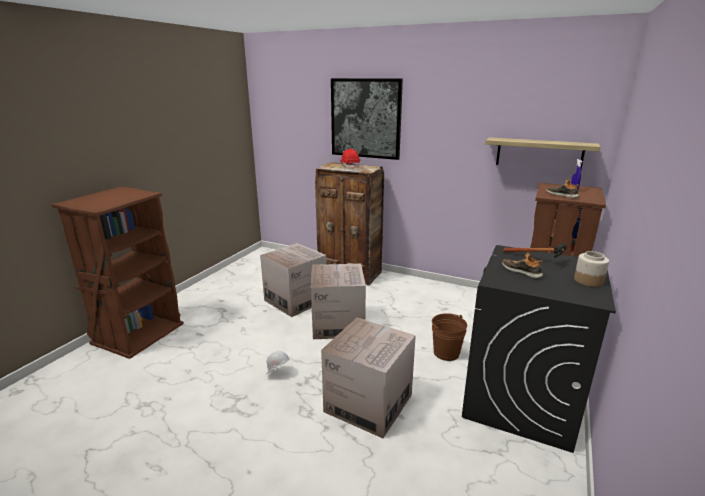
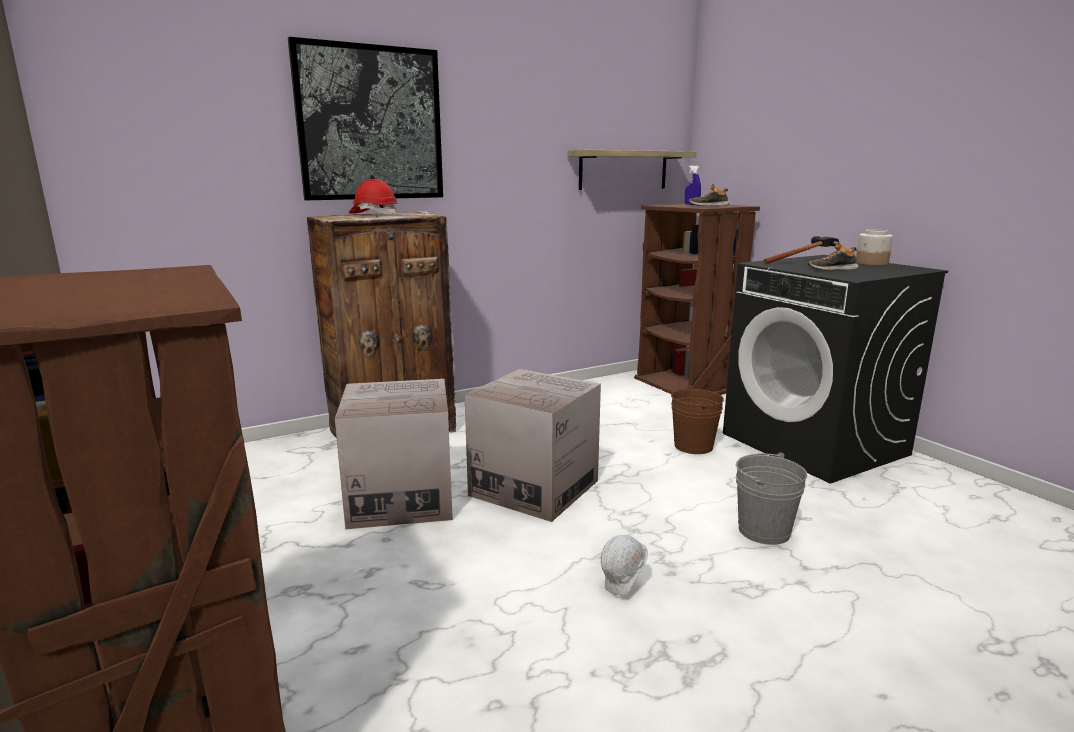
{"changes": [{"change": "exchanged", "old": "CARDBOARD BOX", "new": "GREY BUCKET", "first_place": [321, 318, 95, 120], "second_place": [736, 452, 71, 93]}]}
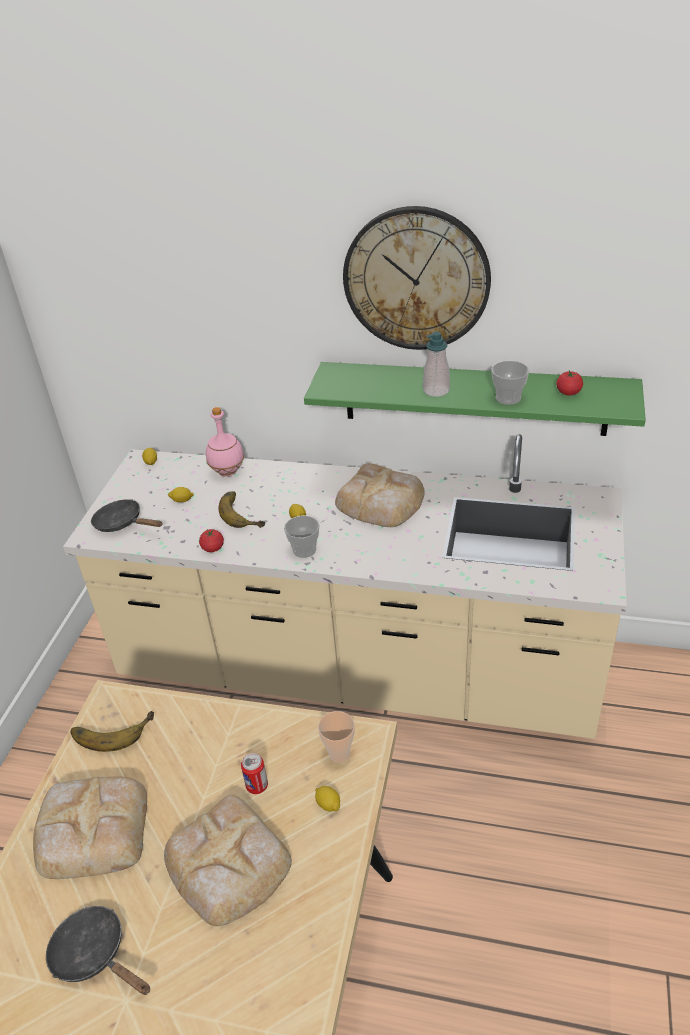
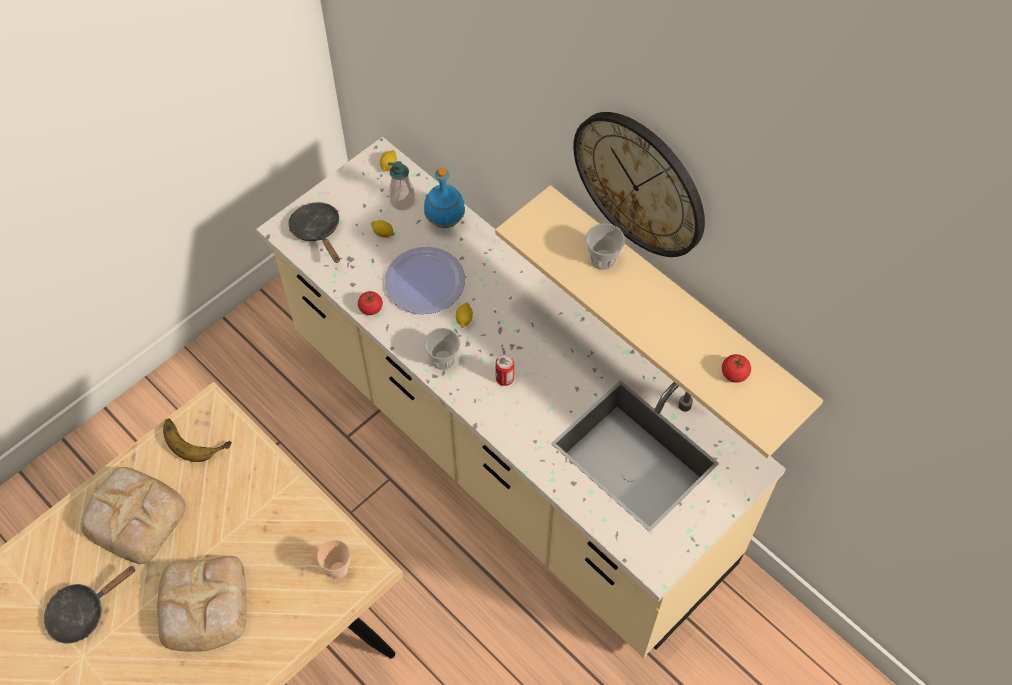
{"changes": [{"change": "relocated", "old": "SOAP DISPENSER", "first_place": [423, 331, 27, 66], "second_place": [388, 161, 27, 49]}, {"change": "relocated", "old": "CUP", "first_place": [491, 361, 38, 44], "second_place": [586, 223, 39, 47]}, {"change": "colour", "old": "GREEN SHELF", "new": "BEIGE SHELF", "first_place": [304, 362, 342, 74], "second_place": [495, 185, 328, 274]}, {"change": "colour", "old": "PINK BOTTLE", "new": "BLUE BOTTLE", "first_place": [206, 407, 38, 70], "second_place": [424, 167, 41, 61]}, {"change": "missing", "old": "BREAD", "first_place": [335, 463, 90, 64]}, {"change": "exchanged", "old": "BANANA", "new": "PLATE", "first_place": [219, 491, 46, 37], "second_place": [385, 247, 80, 67]}, {"change": "relocated", "old": "CAN", "first_place": [241, 753, 27, 41], "second_place": [495, 355, 19, 31]}, {"change": "missing", "old": "LEMON", "first_place": [315, 786, 25, 26]}, {"change": "spun", "old": "BLACK FRYING PAN", "first_place": [46, 906, 104, 89], "second_place": [44, 566, 92, 77], "degrees": -105}]}
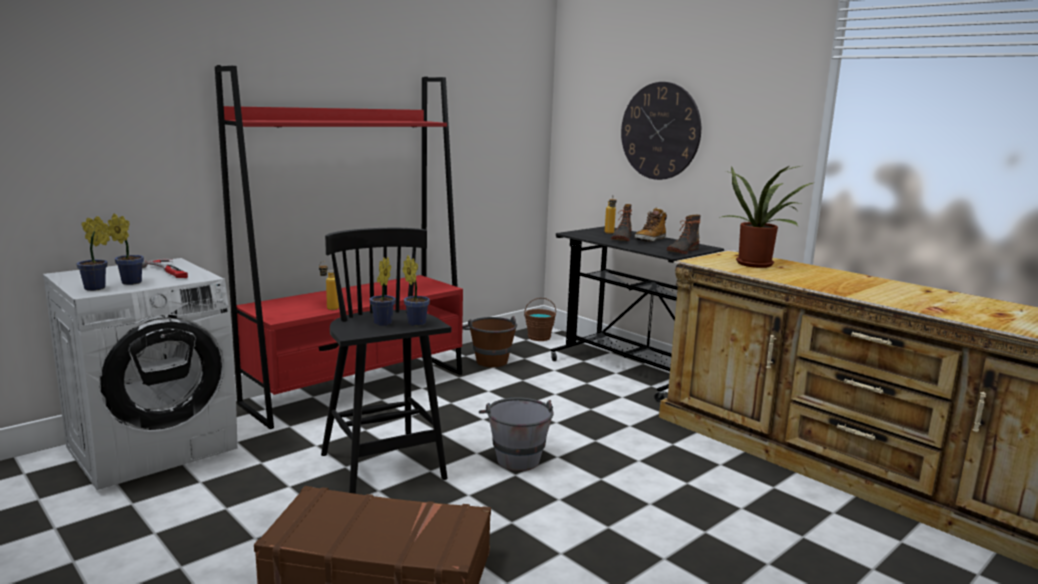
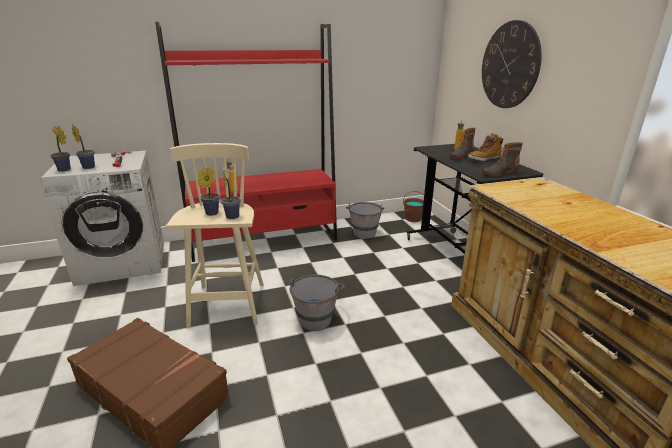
{"changes": [{"change": "missing", "old": "POTTED PLANT", "first_place": [719, 166, 94, 102]}, {"change": "colour", "old": "BLACK STOOL", "new": "BEIGE STOOL", "first_place": [321, 228, 130, 266], "second_place": [166, 143, 98, 185]}, {"change": "colour", "old": "BROWN BUCKET", "new": "GREY BUCKET", "first_place": [462, 316, 55, 51], "second_place": [346, 202, 38, 37]}]}
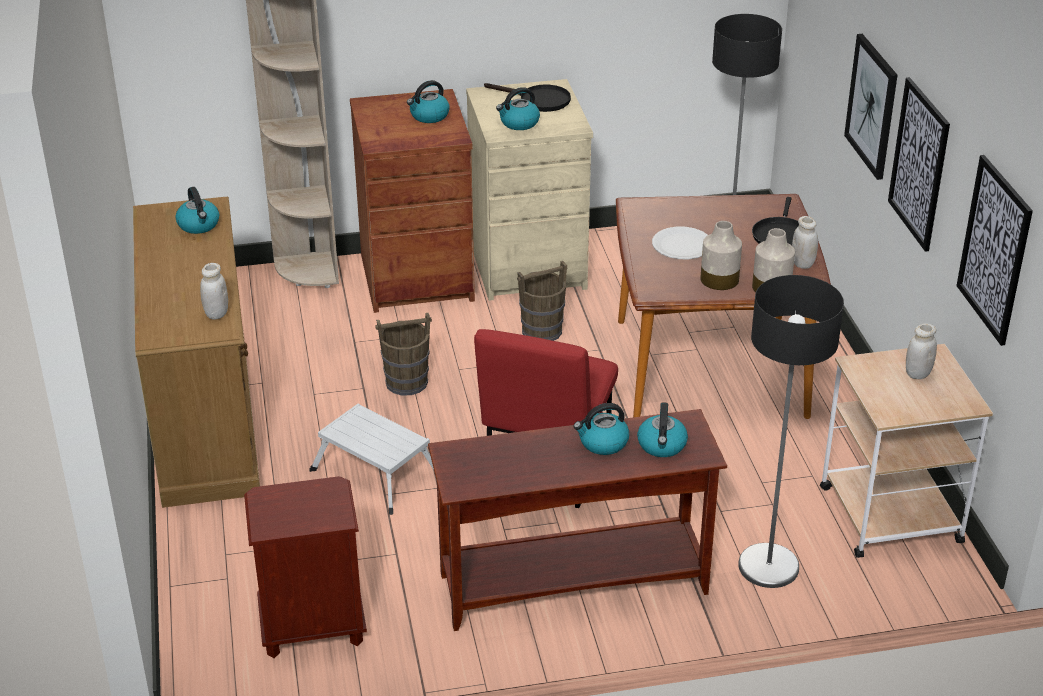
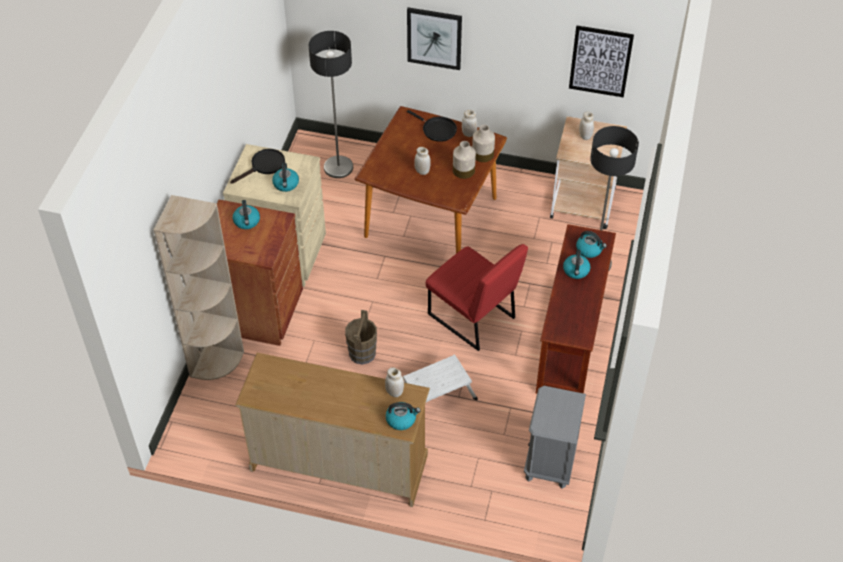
{"changes": [{"change": "missing", "old": "PICTURE", "first_place": [888, 77, 62, 175]}, {"change": "relocated", "old": "KETTLE", "first_place": [175, 187, 44, 47], "second_place": [386, 402, 35, 28]}, {"change": "exchanged", "old": "WHITE PLATE", "new": "WHITE JAR", "first_place": [652, 227, 56, 32], "second_place": [414, 147, 16, 28]}, {"change": "missing", "old": "BROWN BUCKET", "first_place": [517, 261, 50, 80]}, {"change": "colour", "old": "BROWN NIGHTSTAND", "new": "GREY NIGHTSTAND", "first_place": [244, 476, 123, 182], "second_place": [524, 386, 62, 103]}]}
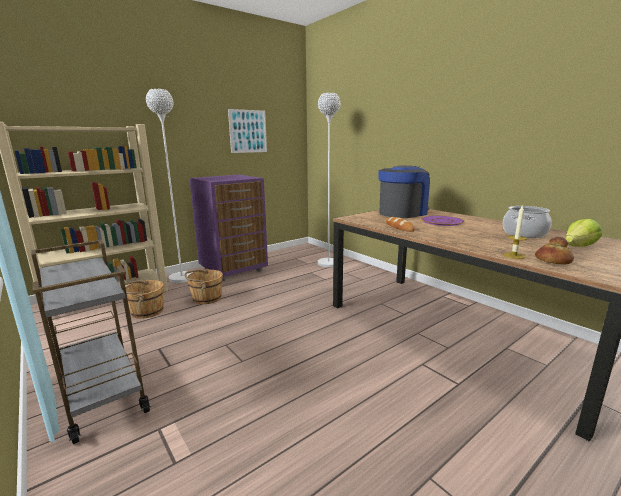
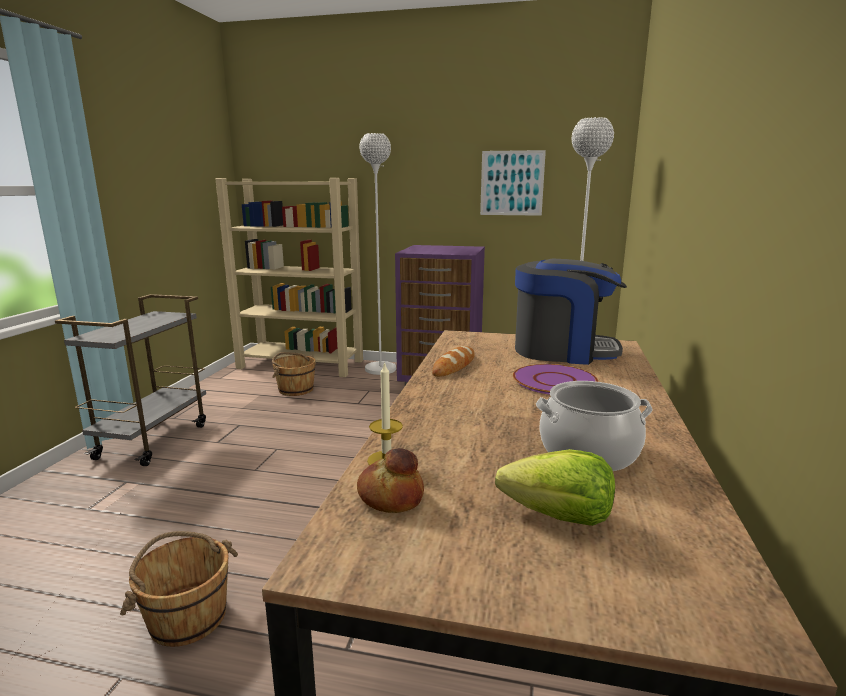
{"changes": [{"change": "relocated", "old": "BROWN BUCKET", "first_place": [185, 269, 38, 35], "second_place": [120, 531, 118, 116]}]}
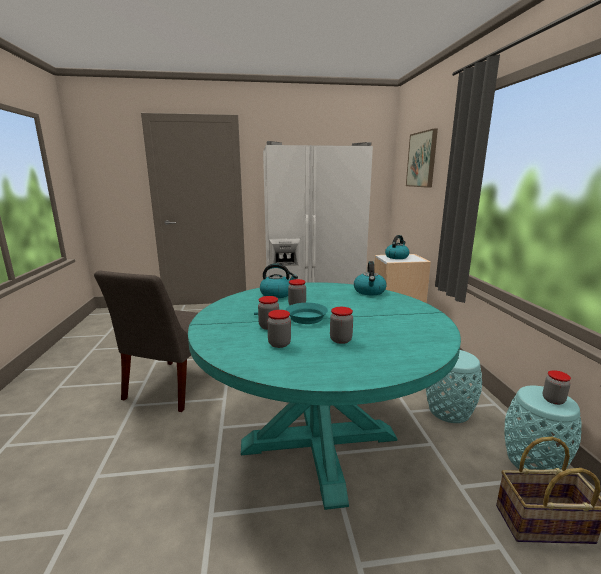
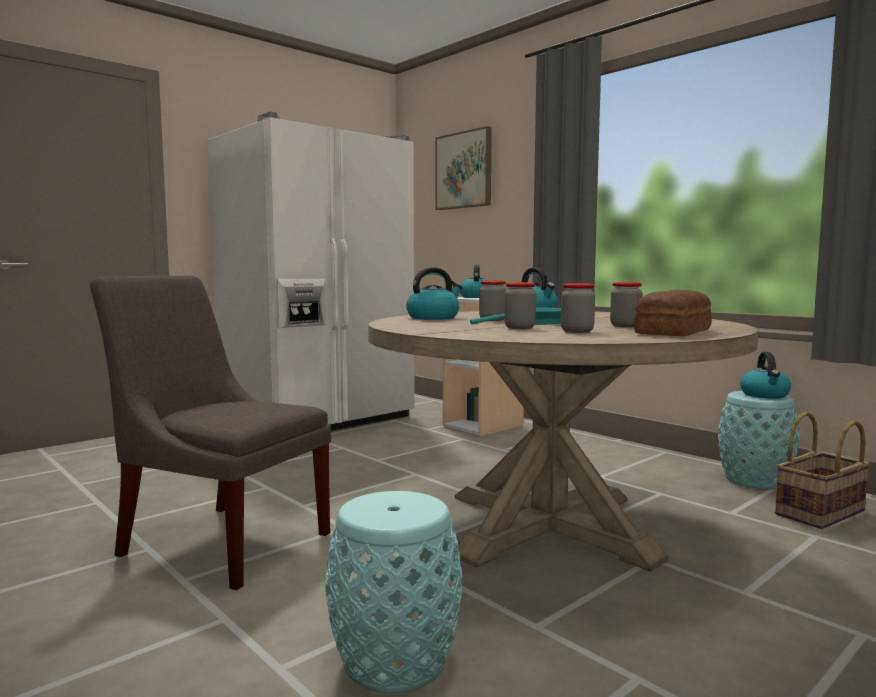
{"changes": [{"change": "spun", "old": "GREY CHAIR", "first_place": [94, 271, 104, 141], "second_place": [90, 275, 241, 315], "degrees": 135}, {"change": "colour", "old": "TURQUOISE DINING TABLE", "new": "BEIGE DINING TABLE", "first_place": [188, 282, 273, 228], "second_place": [368, 311, 390, 260]}, {"change": "relocated", "old": "TURQUOISE STOOL", "first_place": [426, 350, 56, 73], "second_place": [325, 491, 137, 202]}, {"change": "exchanged", "old": "JAR", "new": "KETTLE", "first_place": [543, 370, 28, 35], "second_place": [740, 352, 51, 47]}, {"change": "appeared", "new": "BREAD", "second_place": [634, 290, 77, 46]}]}
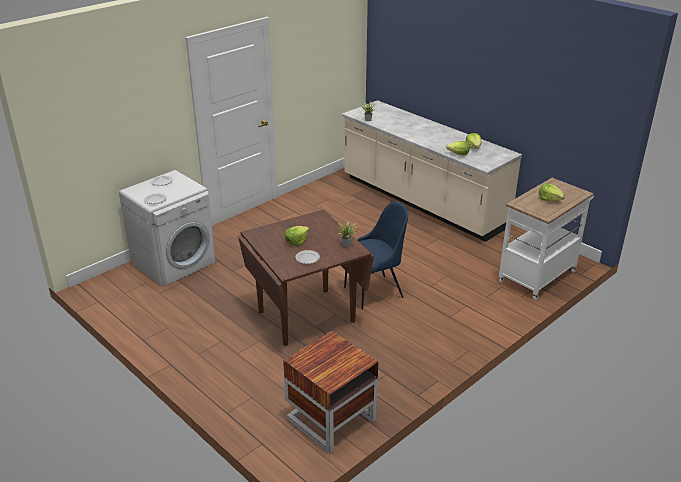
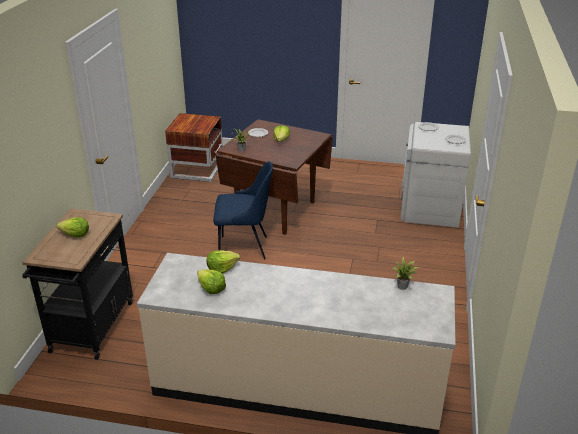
{"changes": [{"change": "colour", "old": "WHITE CART", "new": "BLACK CART", "first_place": [499, 178, 95, 122], "second_place": [22, 208, 111, 152]}, {"change": "spun", "old": "BLUE CHAIR", "first_place": [344, 201, 64, 109], "second_place": [213, 161, 60, 98], "degrees": -120}]}
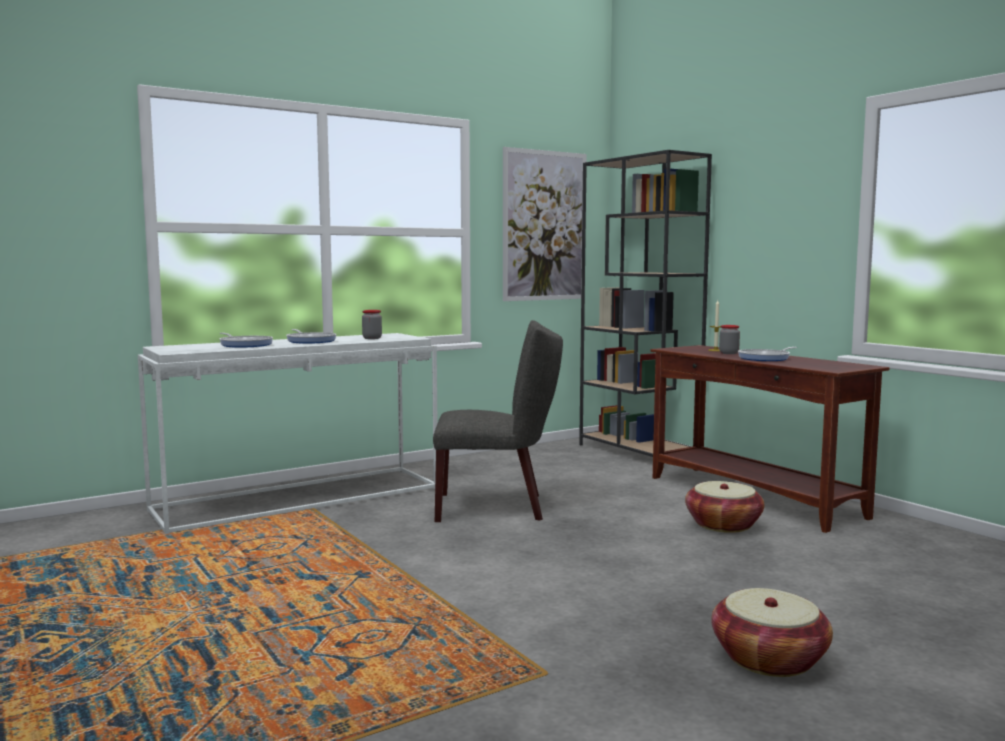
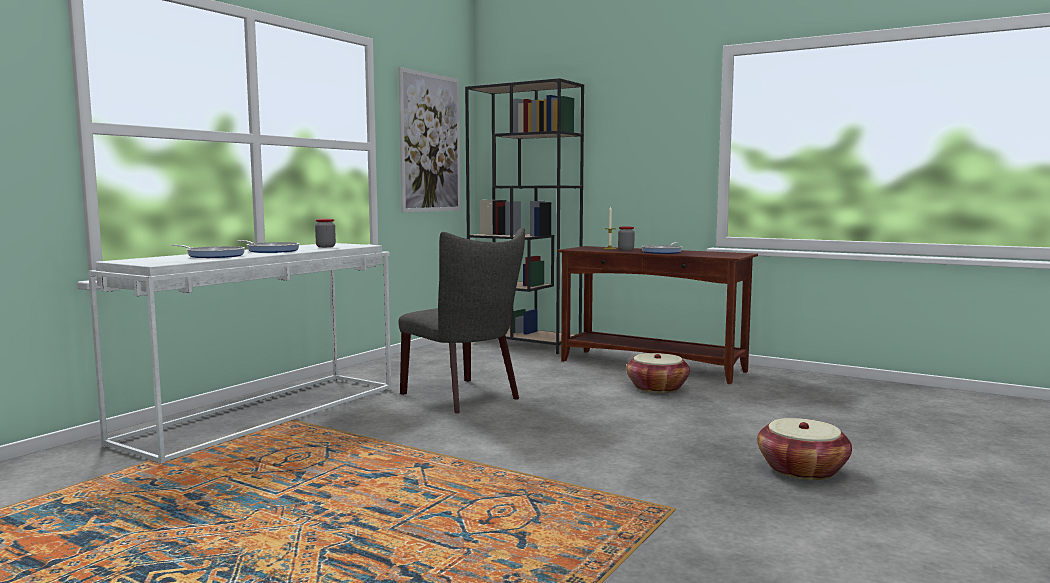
{"changes": [{"change": "spun", "old": "GREY CHAIR", "first_place": [433, 320, 130, 202], "second_place": [399, 228, 126, 185], "degrees": 75}]}
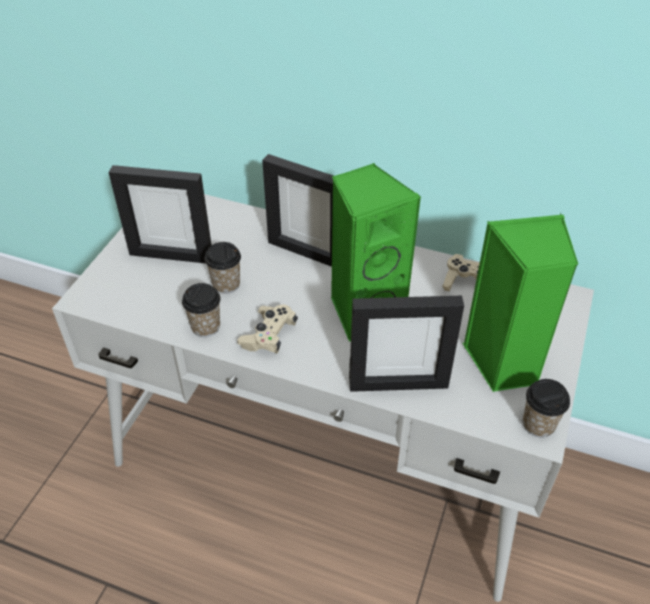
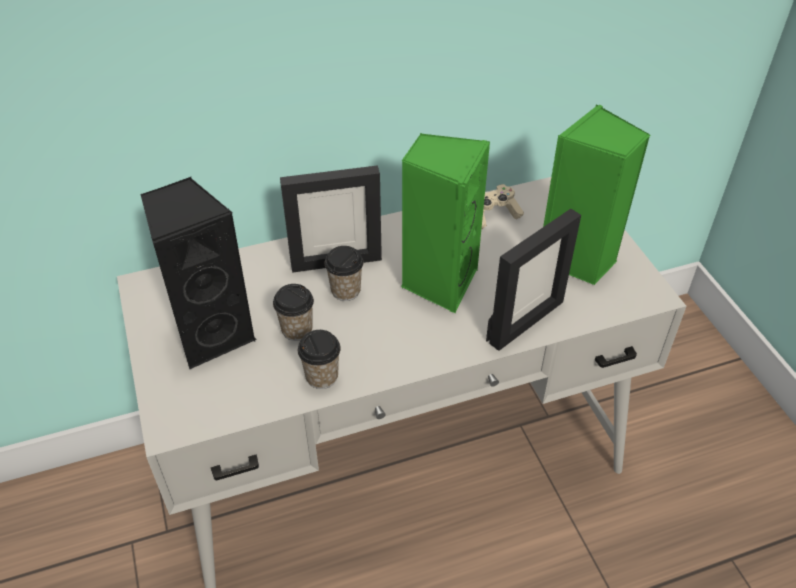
{"changes": [{"change": "exchanged", "old": "PICTURE FRAME", "new": "BLACK SPEAKER", "first_place": [109, 165, 103, 98], "second_place": [140, 177, 117, 193]}, {"change": "missing", "old": "BEIGE GAME CONTROLLER", "first_place": [237, 304, 61, 50]}, {"change": "relocated", "old": "CUP", "first_place": [523, 379, 47, 59], "second_place": [325, 246, 38, 55]}]}
